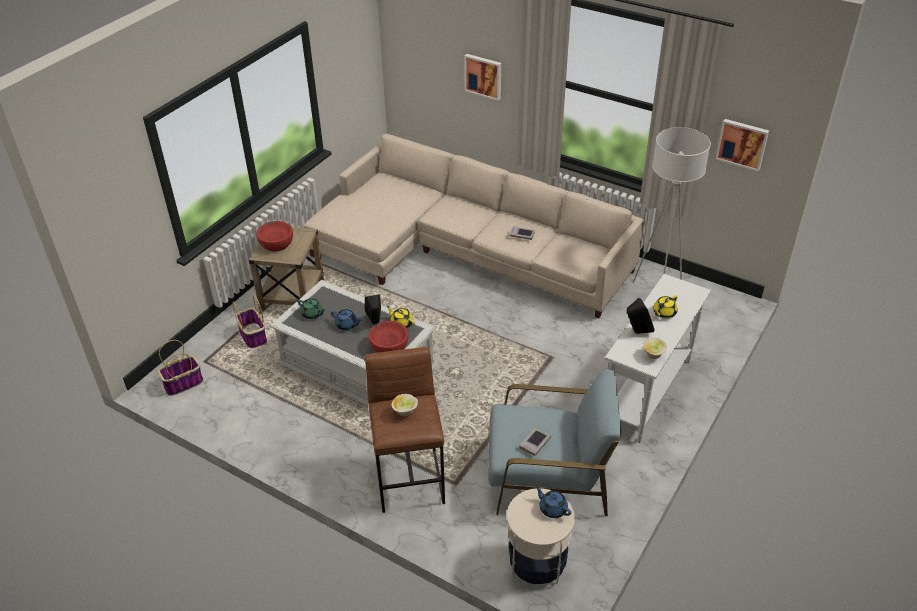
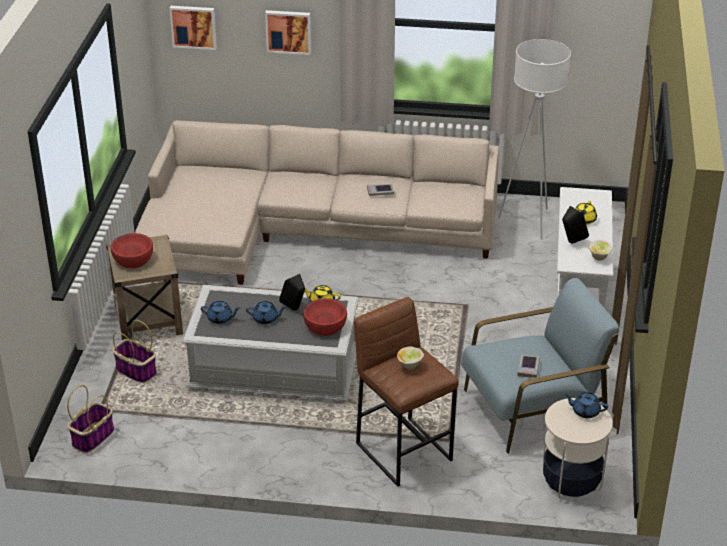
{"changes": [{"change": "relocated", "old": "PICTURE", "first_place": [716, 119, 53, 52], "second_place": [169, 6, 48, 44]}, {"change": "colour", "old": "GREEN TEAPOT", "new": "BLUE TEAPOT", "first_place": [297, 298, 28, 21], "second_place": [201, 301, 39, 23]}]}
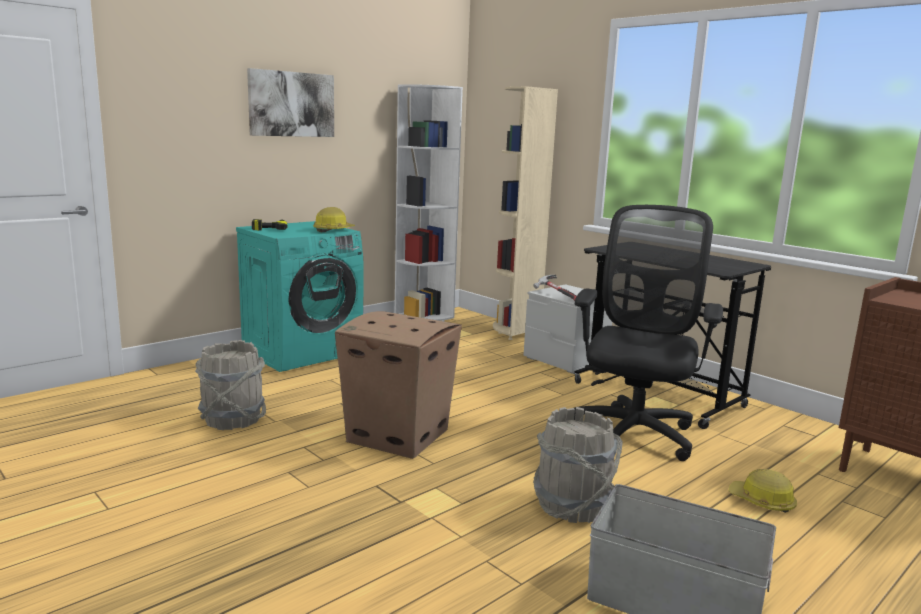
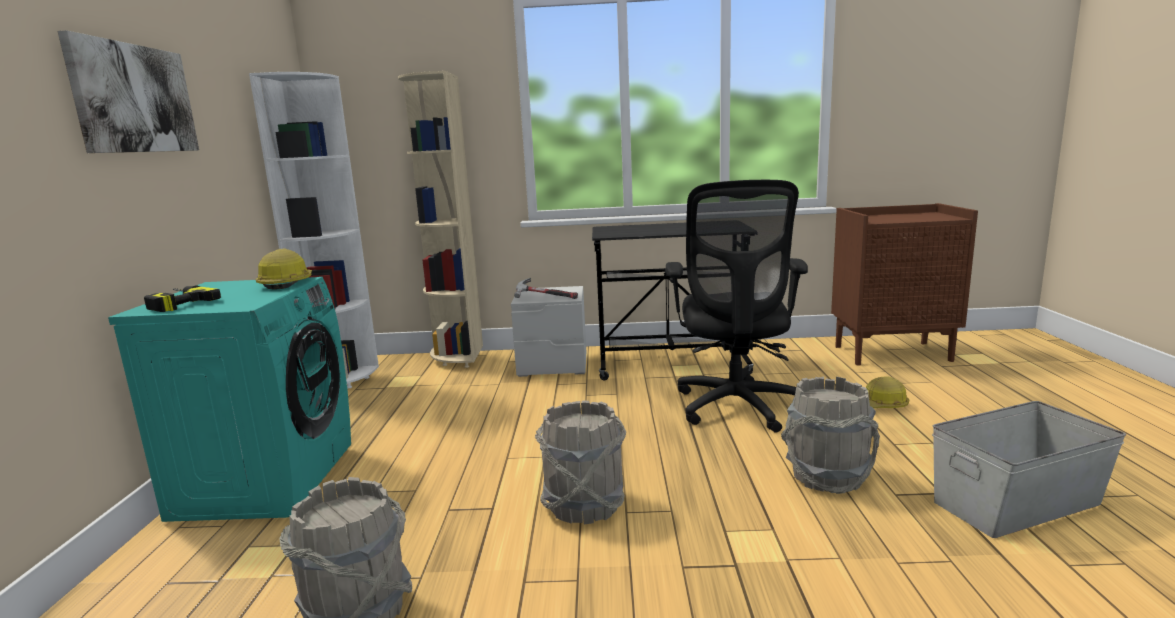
{"changes": [{"change": "spun", "old": "BLACK OFFICE CHAIR", "first_place": [574, 205, 149, 256], "second_place": [666, 180, 142, 253], "degrees": -150}, {"change": "exchanged", "old": "CARDBOARD BOX", "new": "GREY BUCKET", "first_place": [335, 311, 127, 148], "second_place": [535, 401, 91, 124]}]}
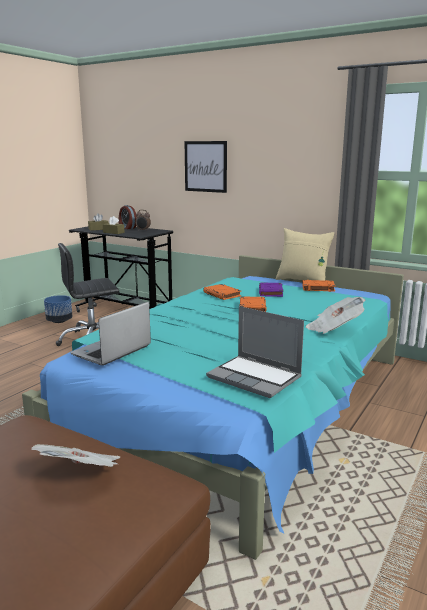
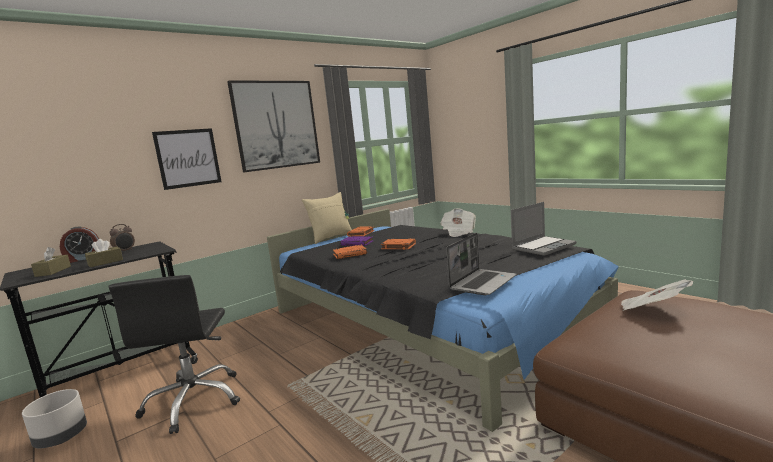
{"changes": [{"change": "colour", "old": "TURQUOISE BED", "new": "BLACK BED", "first_place": [22, 255, 382, 305], "second_place": [267, 209, 352, 223]}, {"change": "colour", "old": "BLUE PLANTER", "new": "GREY PLANTER", "first_place": [44, 295, 29, 28], "second_place": [22, 389, 65, 59]}, {"change": "spun", "old": "LAPTOP", "first_place": [70, 302, 81, 64], "second_place": [446, 232, 71, 63], "degrees": -105}, {"change": "appeared", "new": "PICTURE", "second_place": [227, 80, 93, 92]}]}
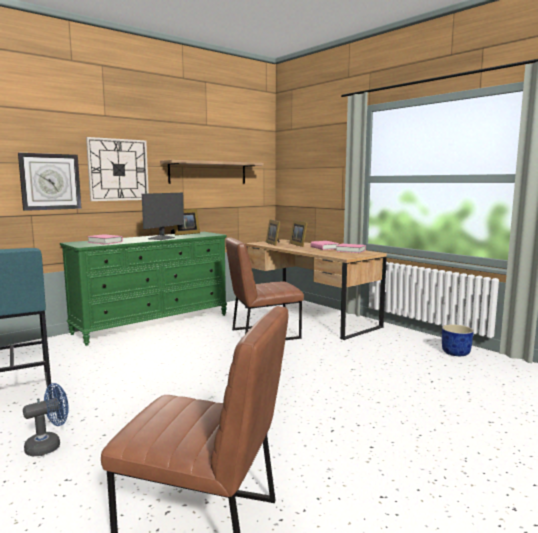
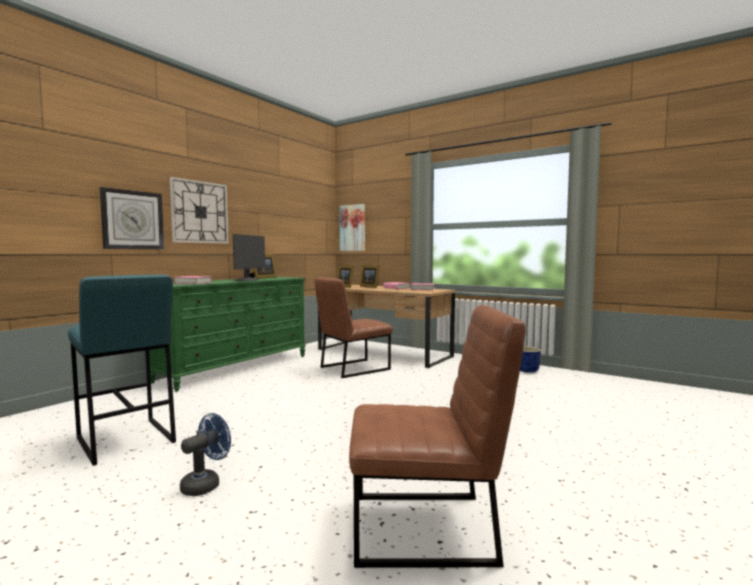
{"changes": [{"change": "missing", "old": "SHELF", "first_place": [160, 160, 103, 24]}, {"change": "appeared", "new": "PICTURE", "second_place": [339, 204, 26, 47]}]}
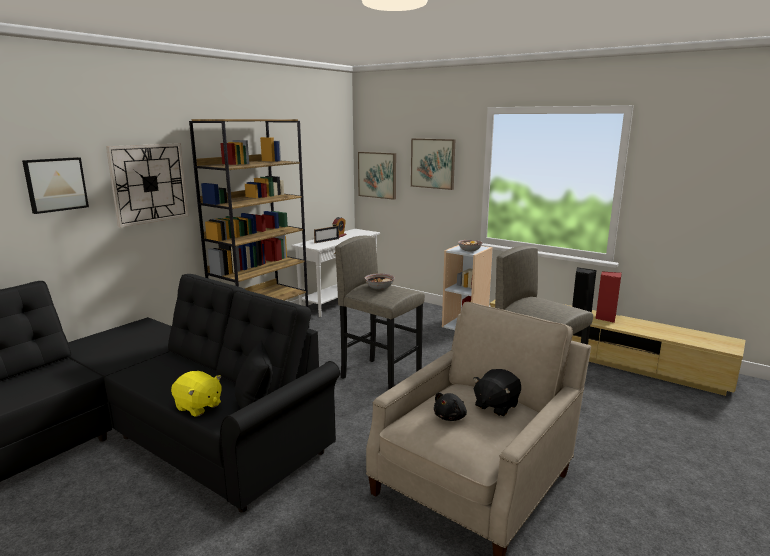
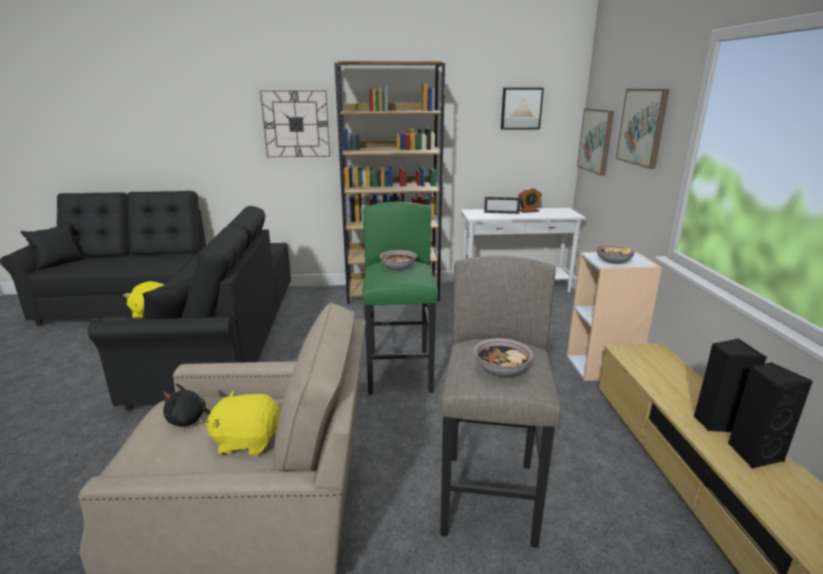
{"changes": [{"change": "relocated", "old": "PICTURE", "first_place": [22, 157, 67, 57], "second_place": [501, 88, 43, 42]}, {"change": "colour", "old": "GREY STOOL", "new": "GREEN STOOL", "first_place": [335, 236, 90, 154], "second_place": [362, 201, 76, 194]}, {"change": "colour", "old": "RED SPEAKER", "new": "BLACK SPEAKER", "first_place": [596, 272, 26, 51], "second_place": [728, 362, 85, 107]}, {"change": "colour", "old": "BLACK PLUSH TOY", "new": "YELLOW PLUSH TOY", "first_place": [473, 369, 48, 47], "second_place": [205, 391, 75, 65]}, {"change": "appeared", "new": "BOWL", "second_place": [474, 338, 59, 38]}]}
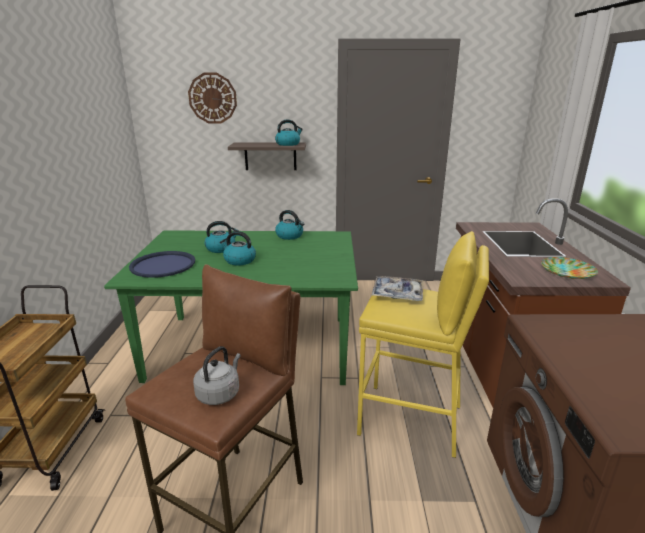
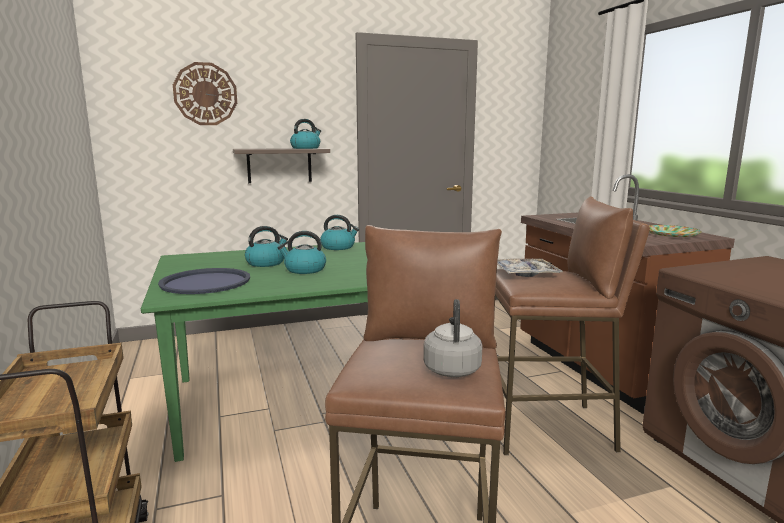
{"changes": [{"change": "colour", "old": "YELLOW STOOL", "new": "BROWN STOOL", "first_place": [357, 231, 132, 227], "second_place": [494, 196, 156, 259]}]}
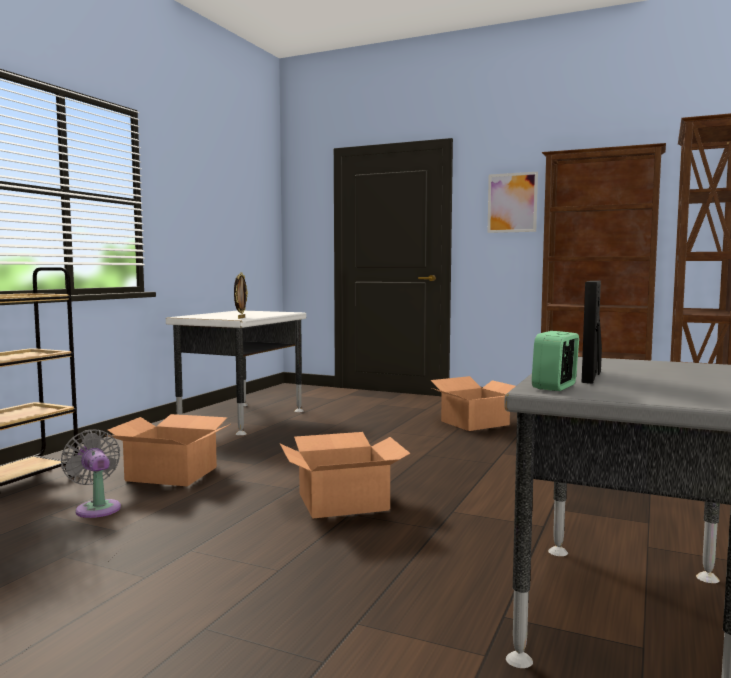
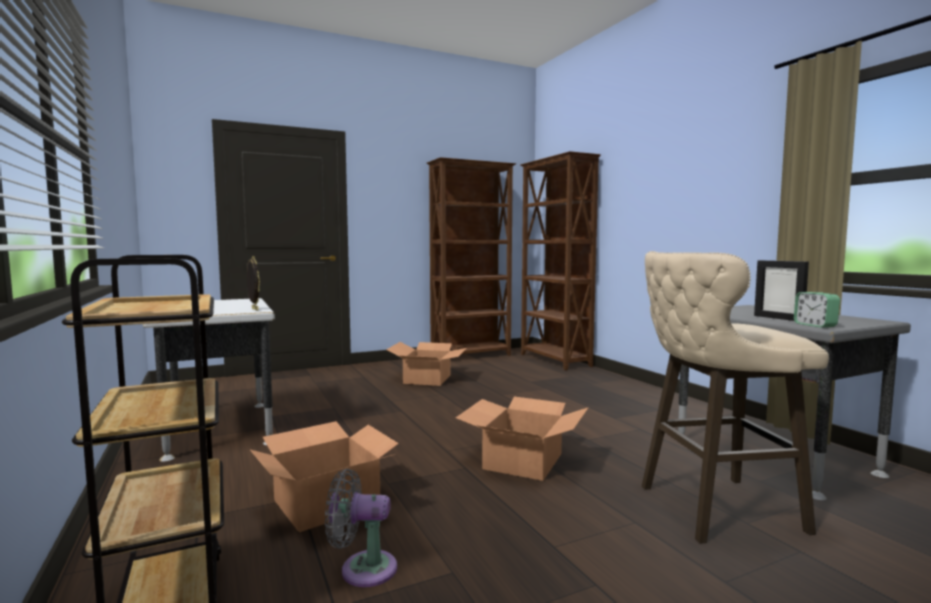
{"changes": [{"change": "missing", "old": "PICTURE", "first_place": [488, 172, 50, 61]}, {"change": "appeared", "new": "BEIGE STOOL", "second_place": [642, 251, 187, 293]}]}
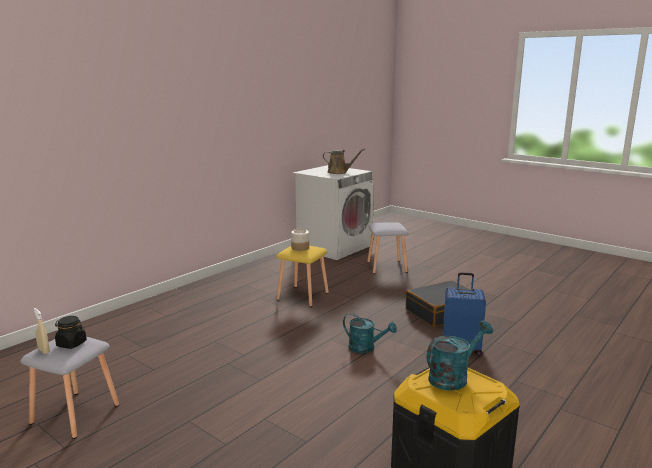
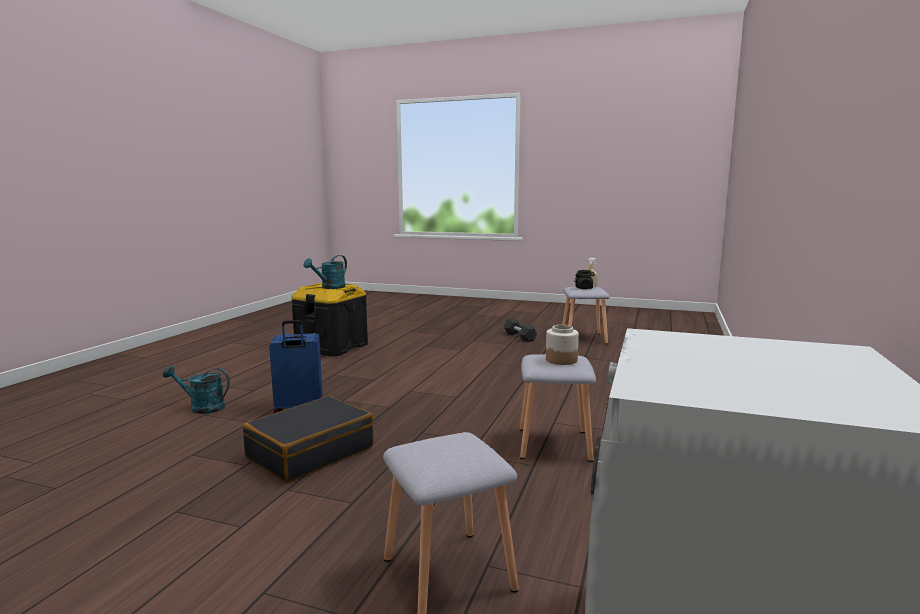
{"changes": [{"change": "missing", "old": "BROWN WATERING CAN", "first_place": [323, 148, 42, 26]}, {"change": "colour", "old": "YELLOW STOOL", "new": "GREY STOOL", "first_place": [276, 246, 53, 61], "second_place": [520, 354, 76, 108]}, {"change": "relocated", "old": "TURQUOISE WATERING CAN", "first_place": [343, 313, 54, 40], "second_place": [163, 365, 67, 49]}, {"change": "appeared", "new": "BLACK DUMBBELL", "second_place": [504, 318, 33, 24]}]}
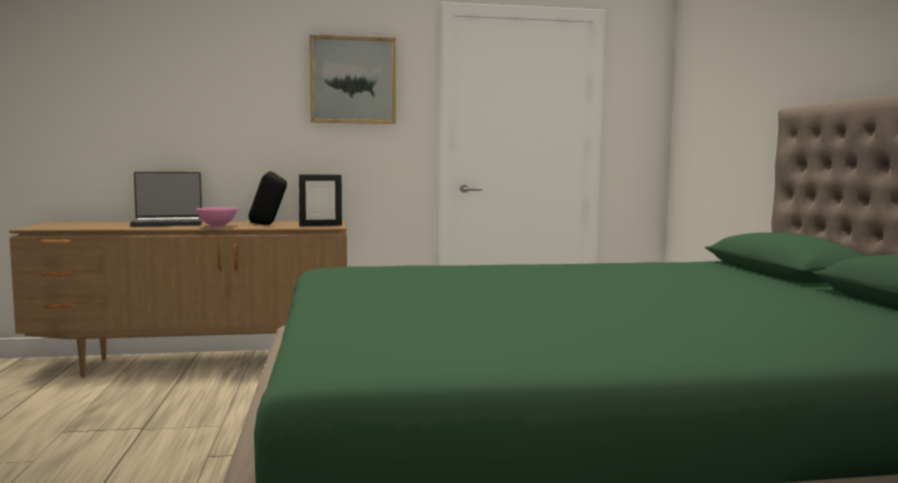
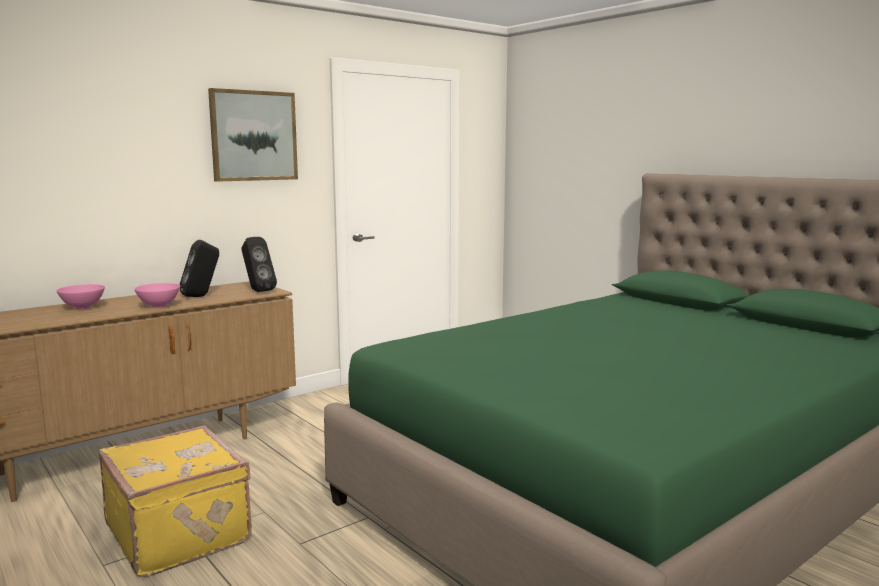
{"changes": [{"change": "exchanged", "old": "LAPTOP", "new": "PINK BOWL", "first_place": [130, 172, 72, 55], "second_place": [56, 284, 49, 26]}, {"change": "exchanged", "old": "PICTURE FRAME", "new": "BLACK SPEAKER", "first_place": [299, 175, 43, 51], "second_place": [241, 237, 36, 55]}, {"change": "appeared", "new": "YELLOW SUITCASE", "second_place": [99, 425, 153, 152]}]}
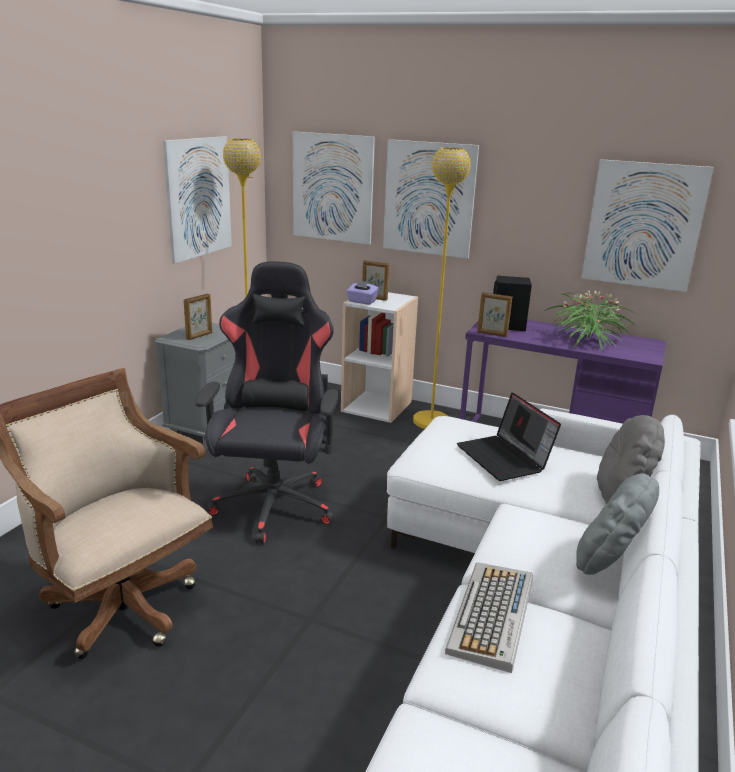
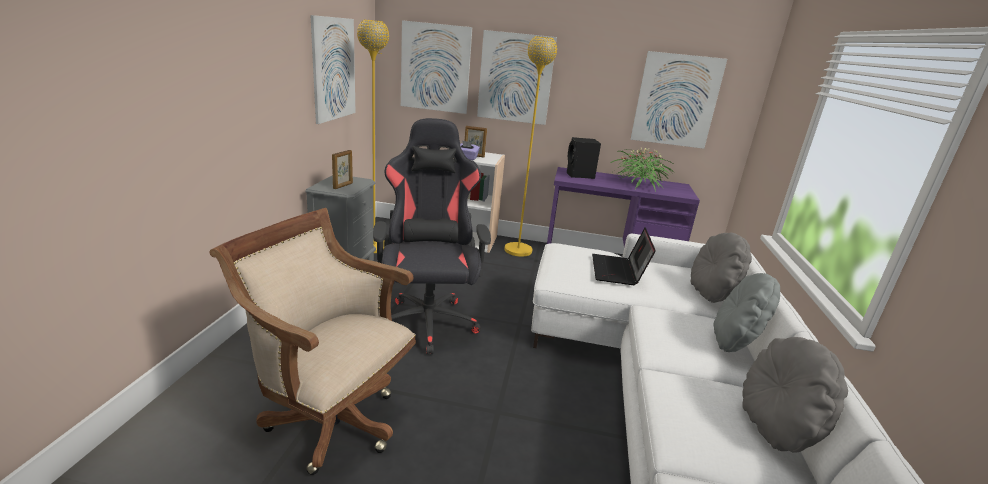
{"changes": [{"change": "missing", "old": "PICTURE FRAME", "first_place": [477, 292, 35, 45]}, {"change": "spun", "old": "LAPTOP", "first_place": [457, 392, 104, 89], "second_place": [592, 228, 64, 57], "degrees": 45}, {"change": "missing", "old": "KEYBOARD", "first_place": [445, 562, 88, 111]}, {"change": "appeared", "new": "GREY PILLOW", "second_place": [742, 337, 106, 116]}]}
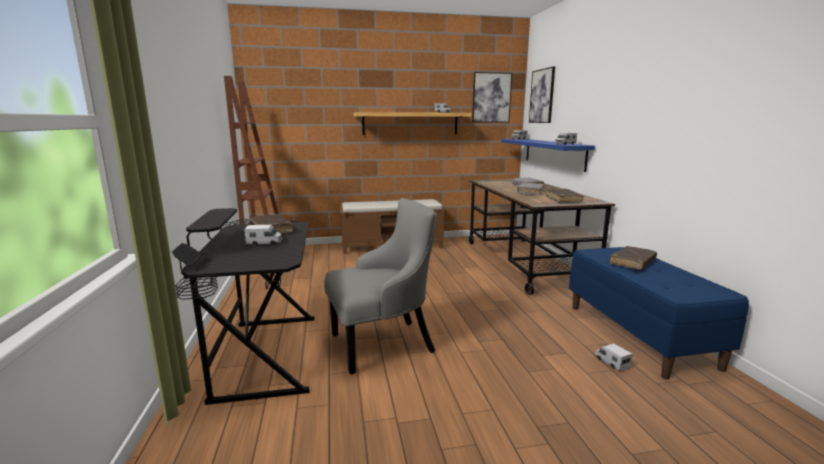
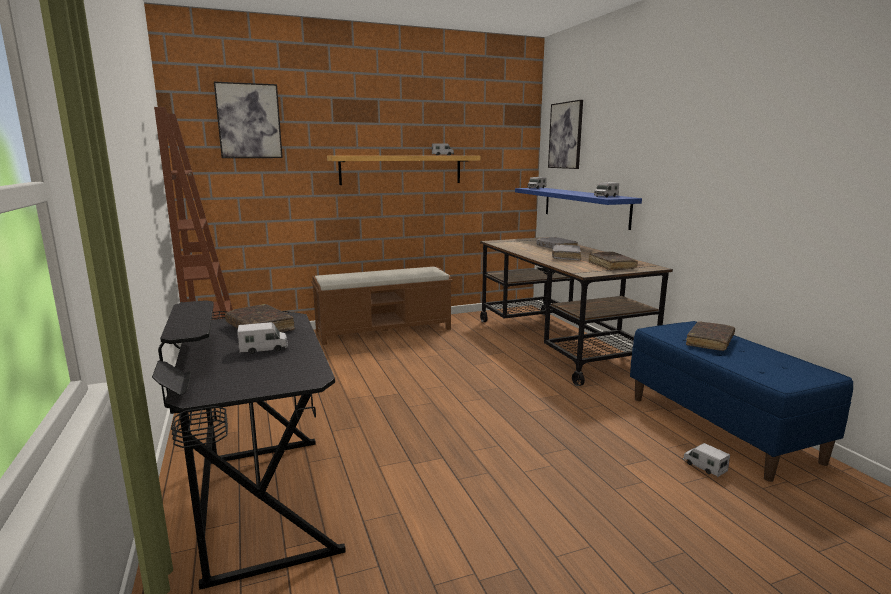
{"changes": [{"change": "relocated", "old": "PICTURE", "first_place": [472, 72, 40, 51], "second_place": [214, 82, 69, 76]}, {"change": "missing", "old": "GREY CHAIR", "first_place": [324, 198, 112, 176]}]}
